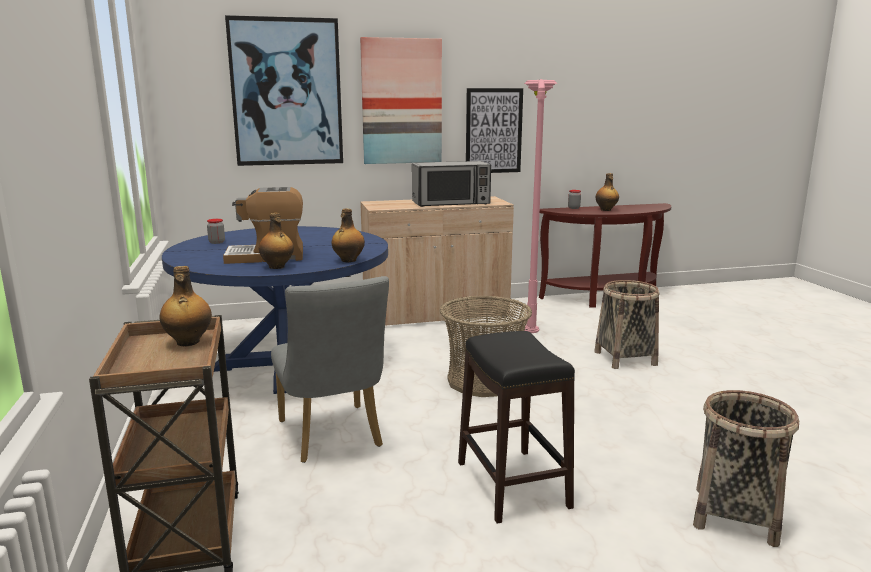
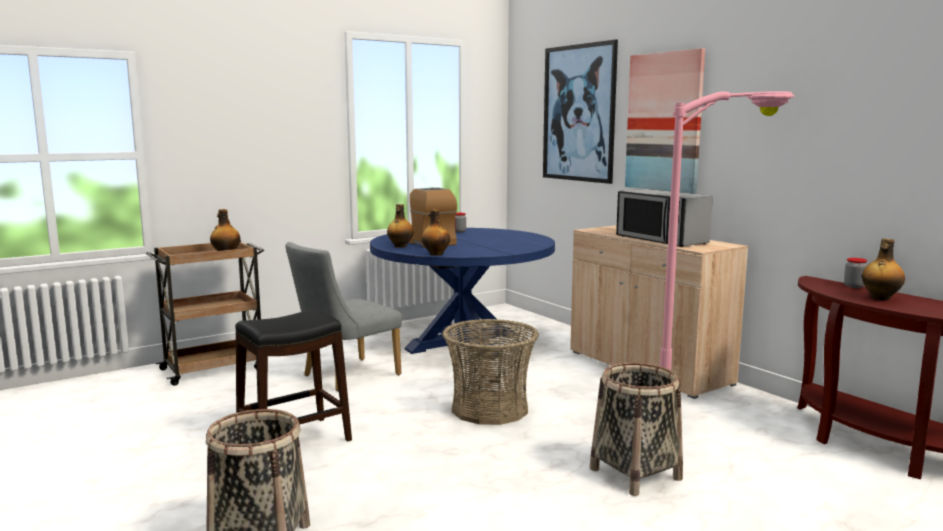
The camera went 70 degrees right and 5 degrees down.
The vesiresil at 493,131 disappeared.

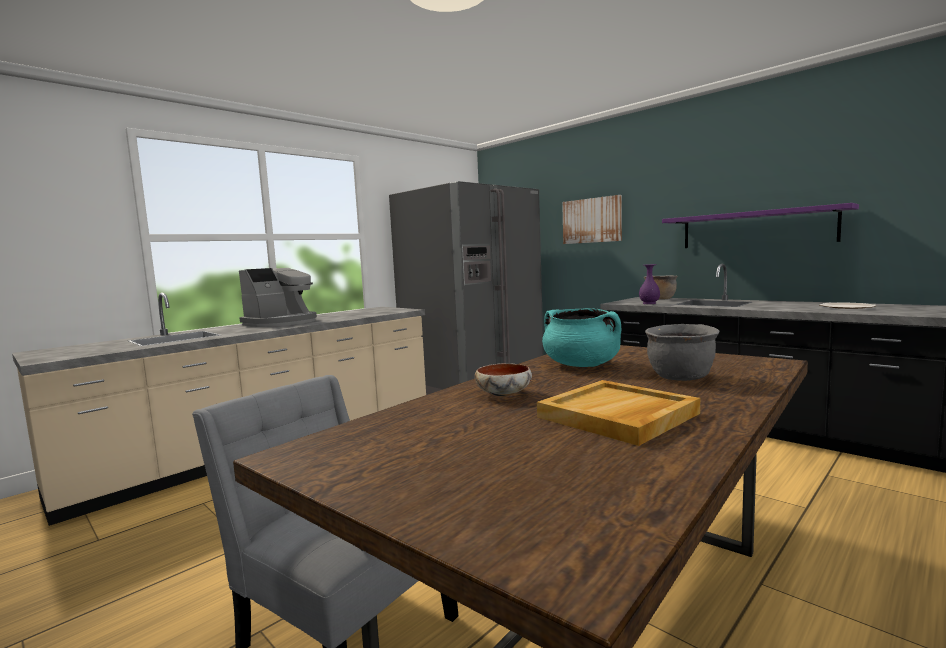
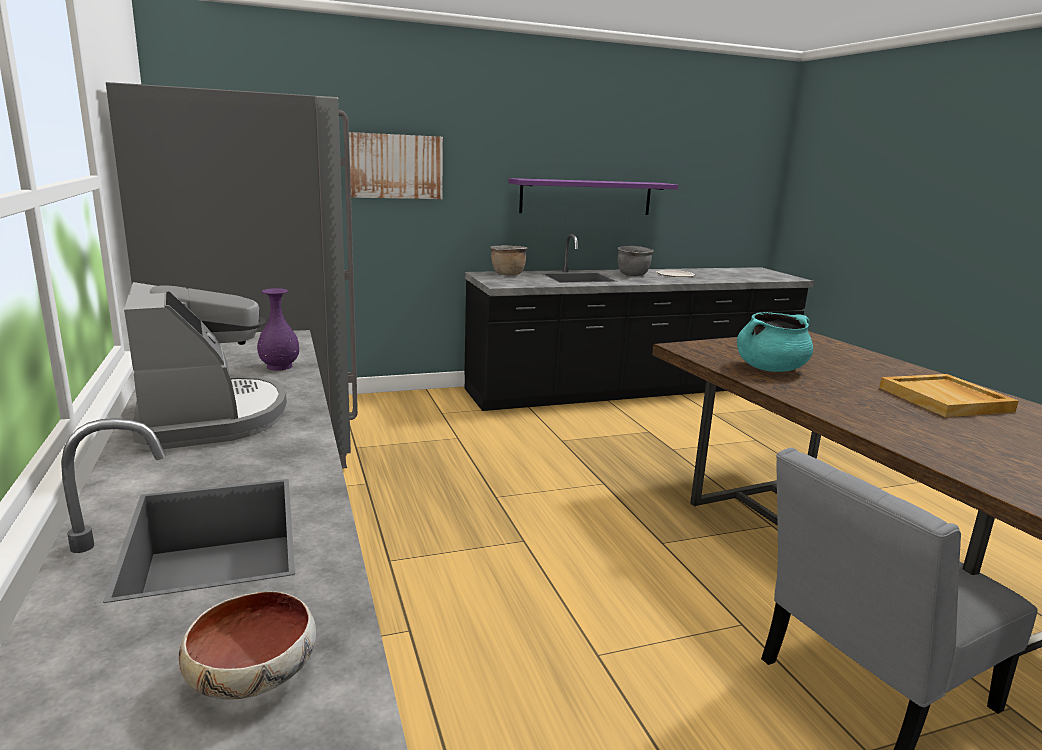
The camera went 65 degrees left and 10 degrees up.
The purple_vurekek moved from 649,303 to 280,366.
The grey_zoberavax moved from 680,378 to 633,275.
The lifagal moved from 504,394 to 253,675.

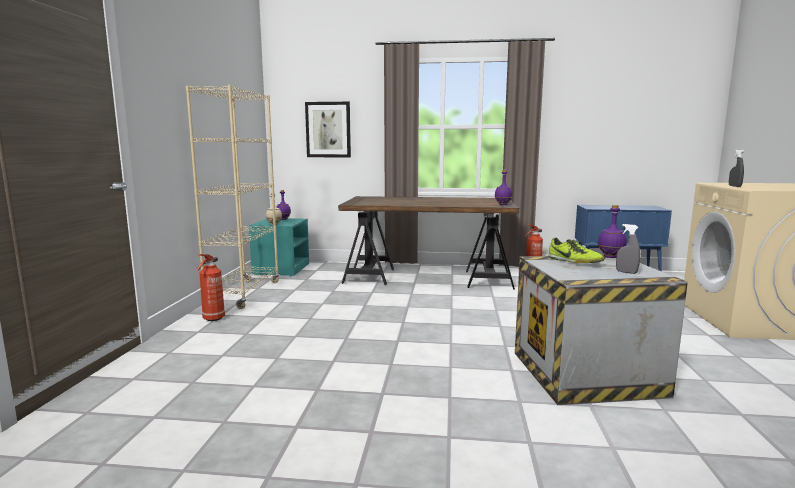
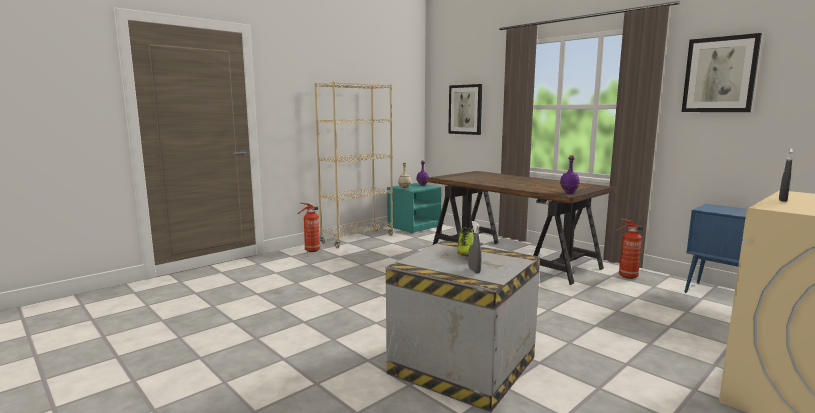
The camera went 40 degrees right and 0 degrees up.
The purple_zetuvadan at 611,257 disappeared.
The vesiresil at 720,75 appeared.

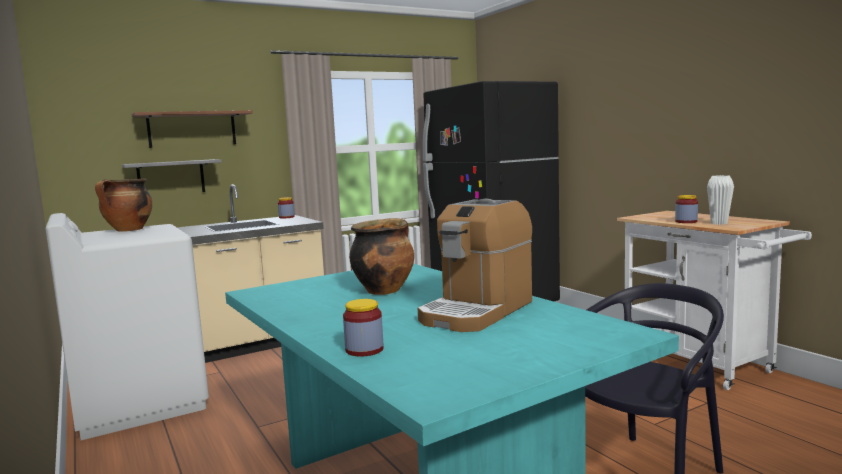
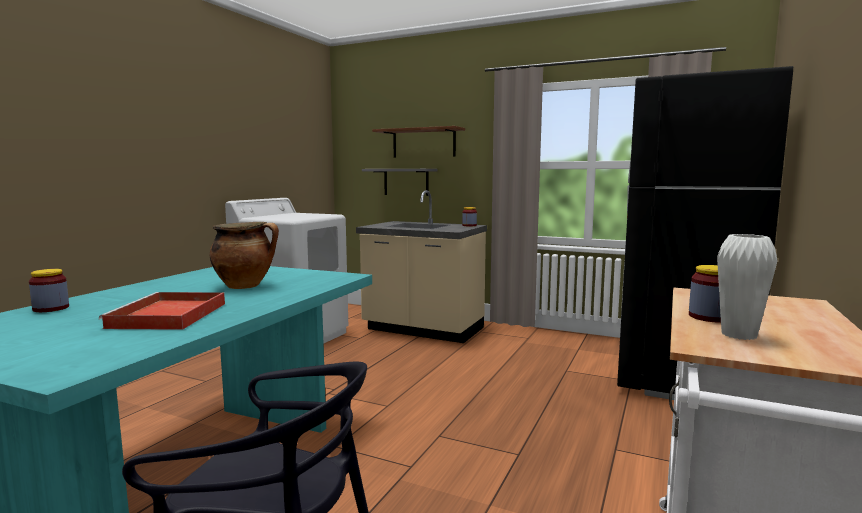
The camera went 55 degrees right and 0 degrees up.
The zoberavax at 128,230 disappeared.
The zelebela at 477,311 was replaced by the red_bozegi at 168,316.

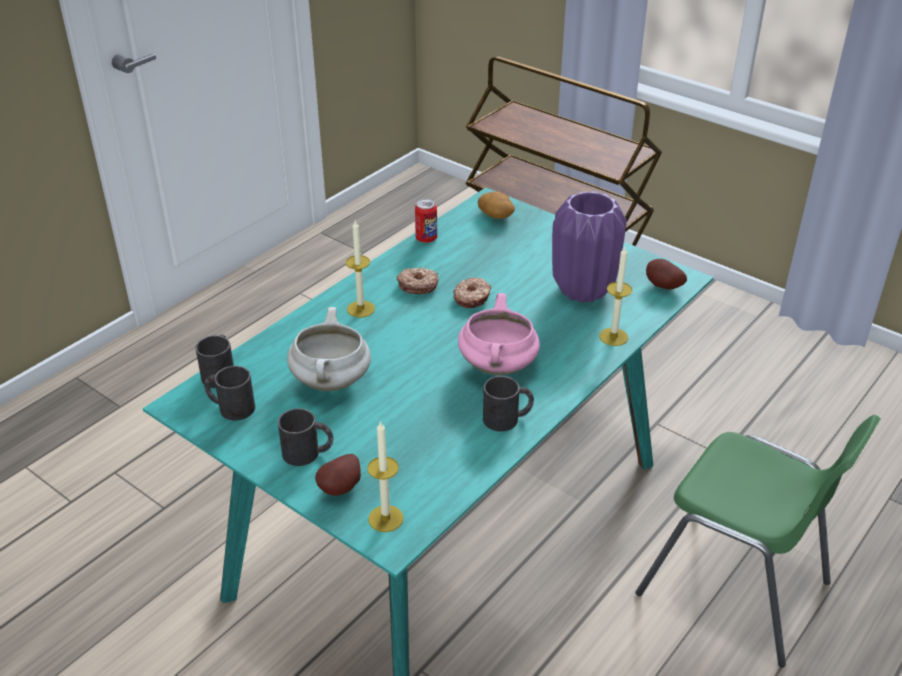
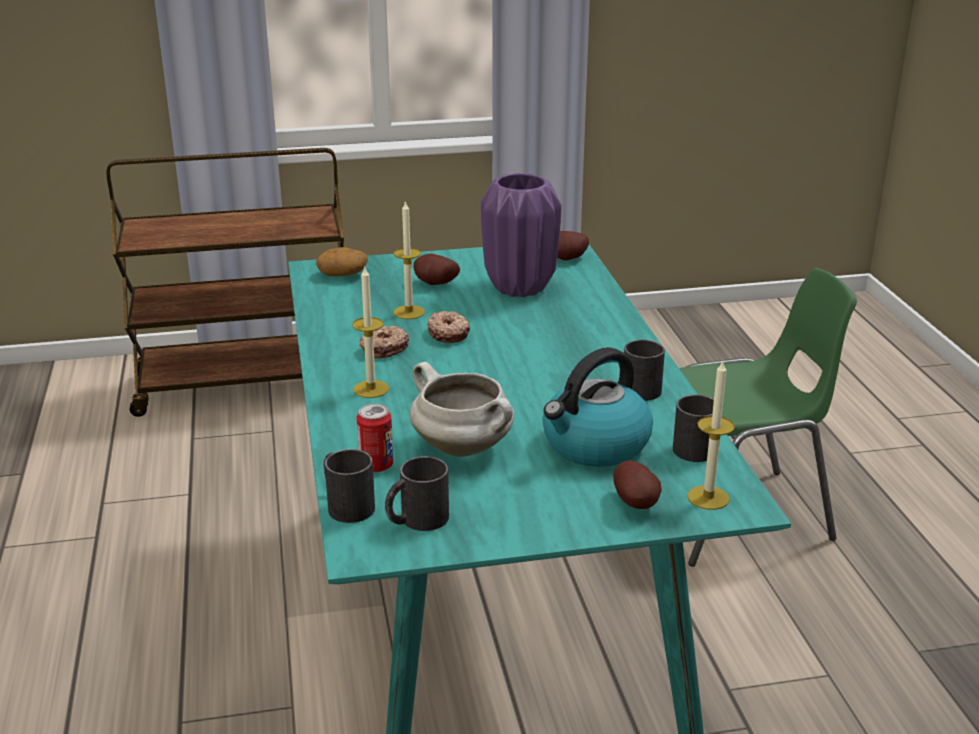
The camera went 50 degrees left and 10 degrees down.
The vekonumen moved from 426,239 to 376,466.
The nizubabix moved from 613,337 to 409,312.
The pink_zoberavax at 498,367 disappeared.
The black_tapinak moved from 308,453 to 699,446.
The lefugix at 435,284 appeared.
The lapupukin at 595,445 appeared.

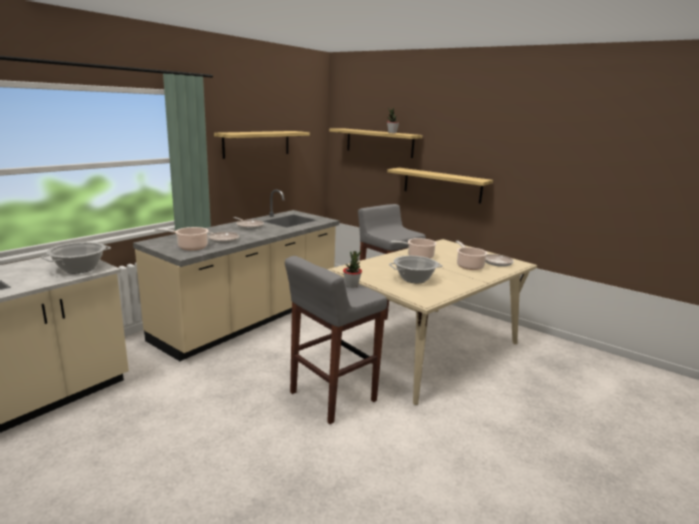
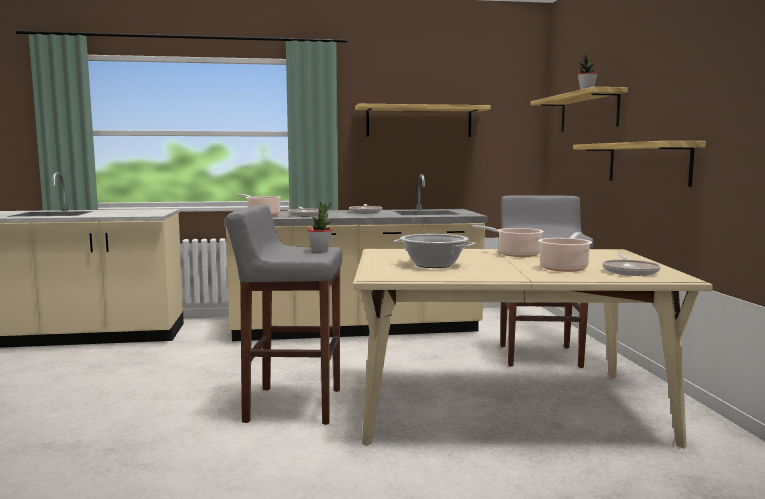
The camera went 45 degrees right and 10 degrees down.
The zoberavax at 79,268 disappeared.

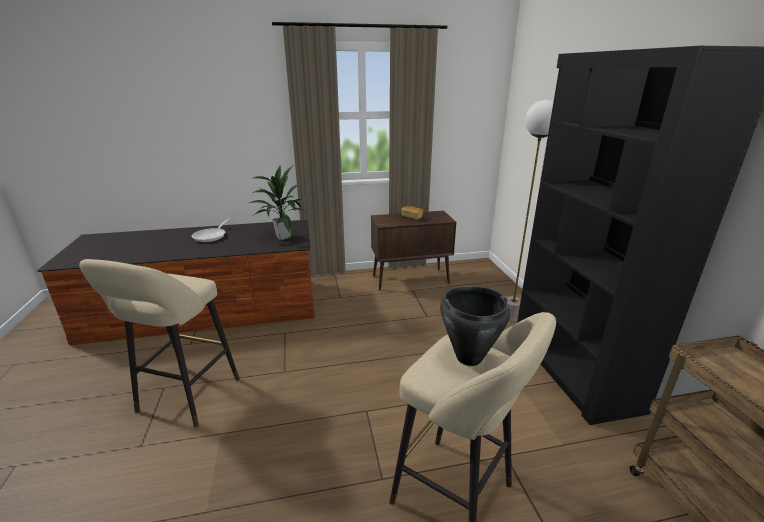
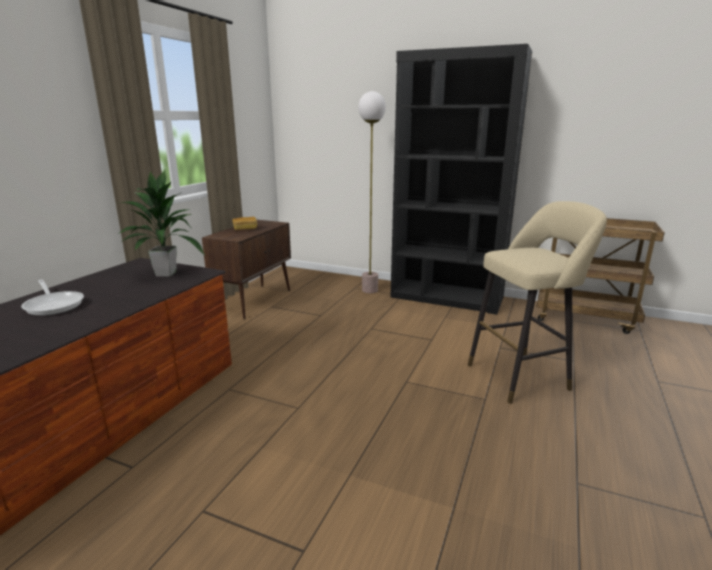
The camera went 55 degrees left and 5 degrees down.
The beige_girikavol at 185,398 disappeared.
The black_zoberavax at 468,357 disappeared.

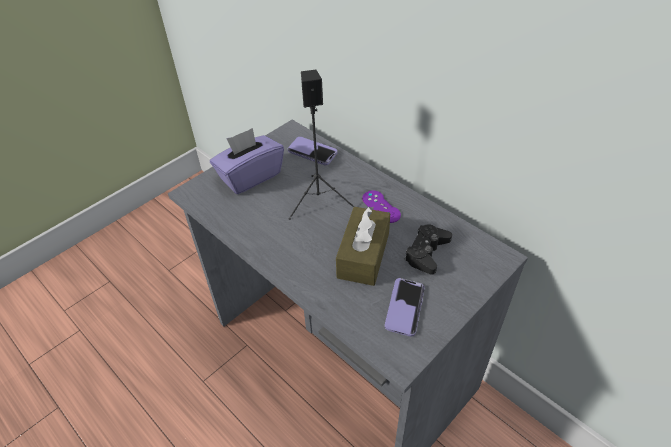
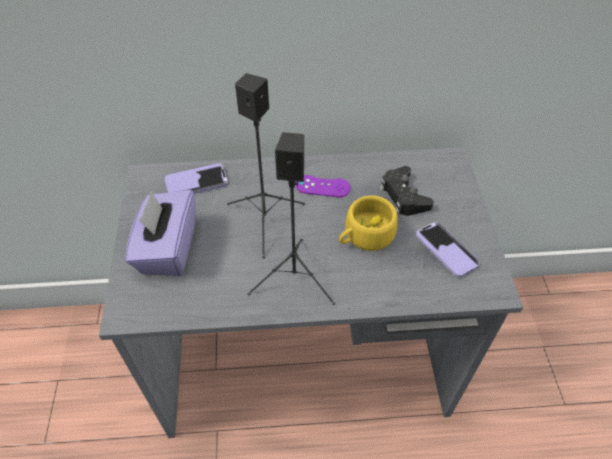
The camera went 50 degrees left and 5 degrees up.
The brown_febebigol at 363,255 was replaced by the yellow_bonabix at 364,236.
The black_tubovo at 295,278 appeared.

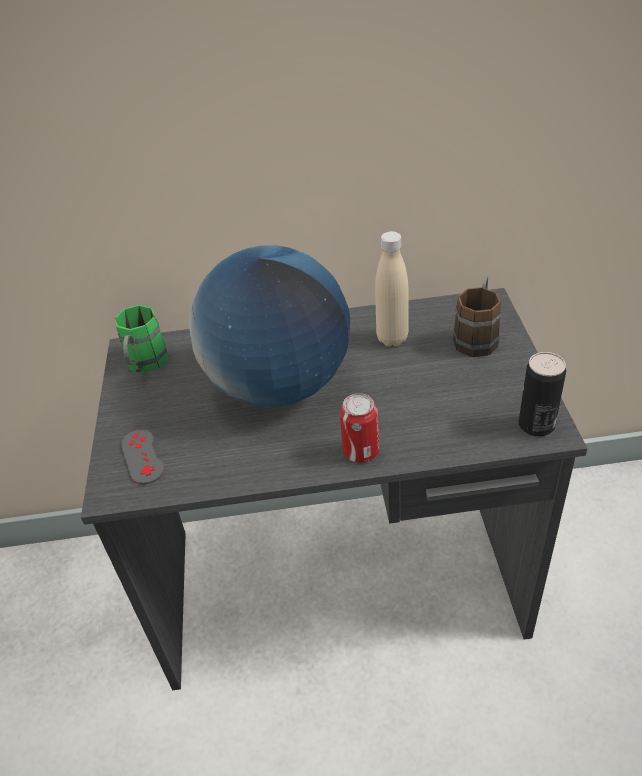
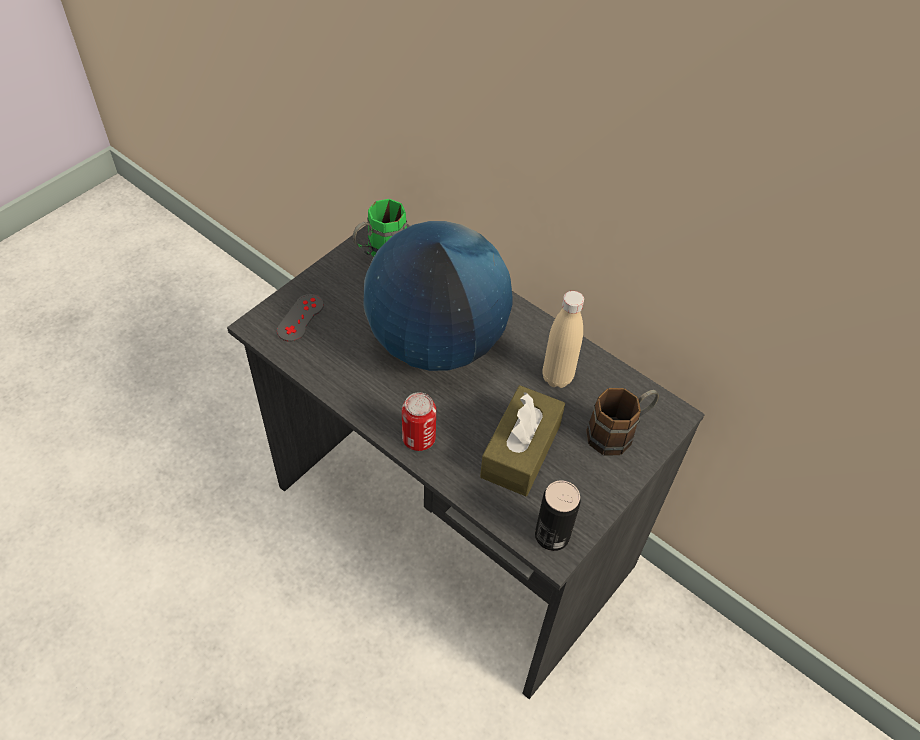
The camera went 40 degrees right and 10 degrees up.
The brown_febebigol at 521,451 appeared.

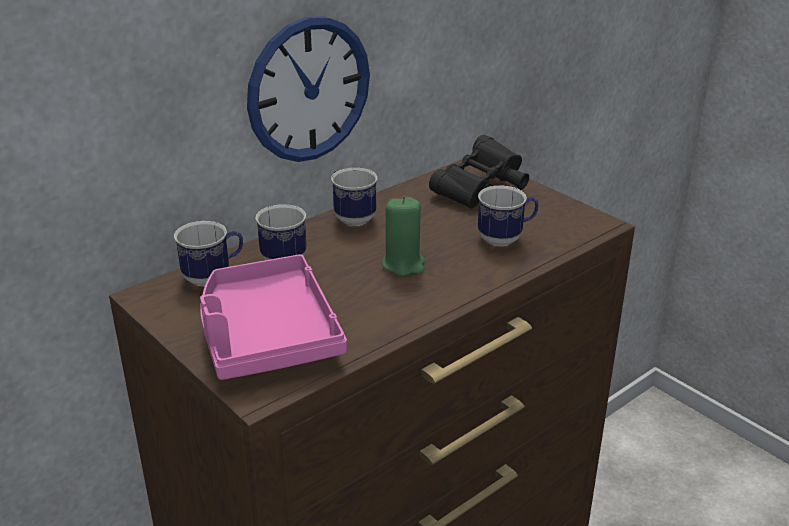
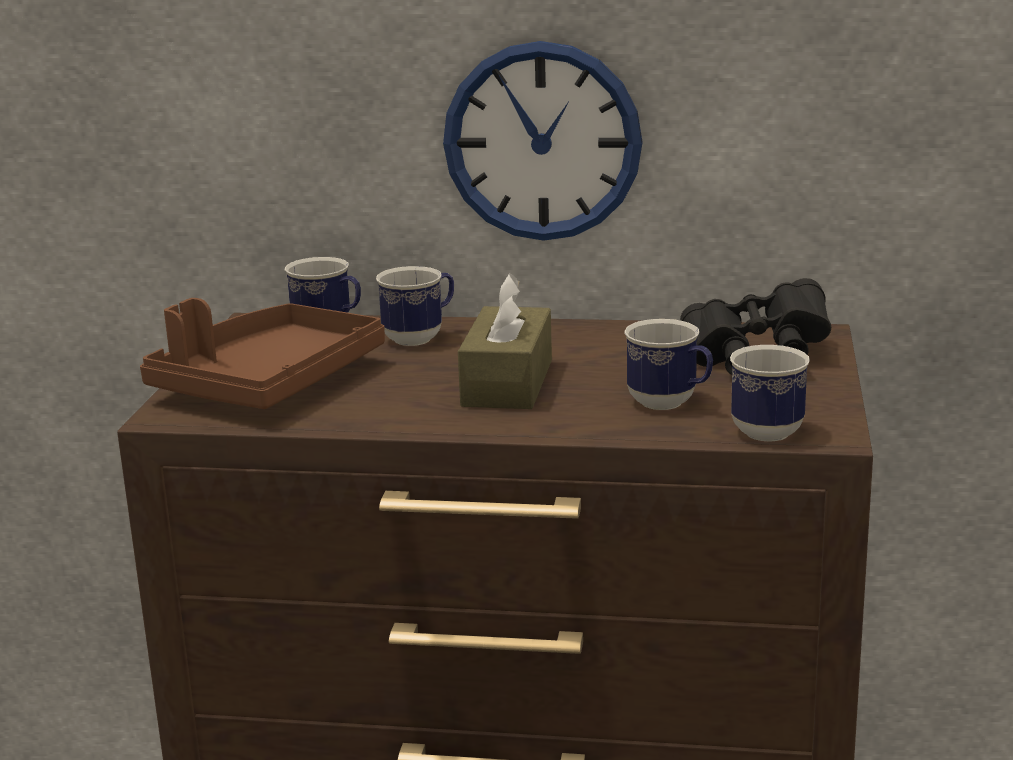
The camera went 50 degrees right and 10 degrees down.
The tapinak moved from 351,217 to 767,428.
The green_nizubabix at 403,264 was replaced by the brown_febebigol at 507,383.
The pink_bozegi at 266,335 became the brown_bozegi at 267,383.

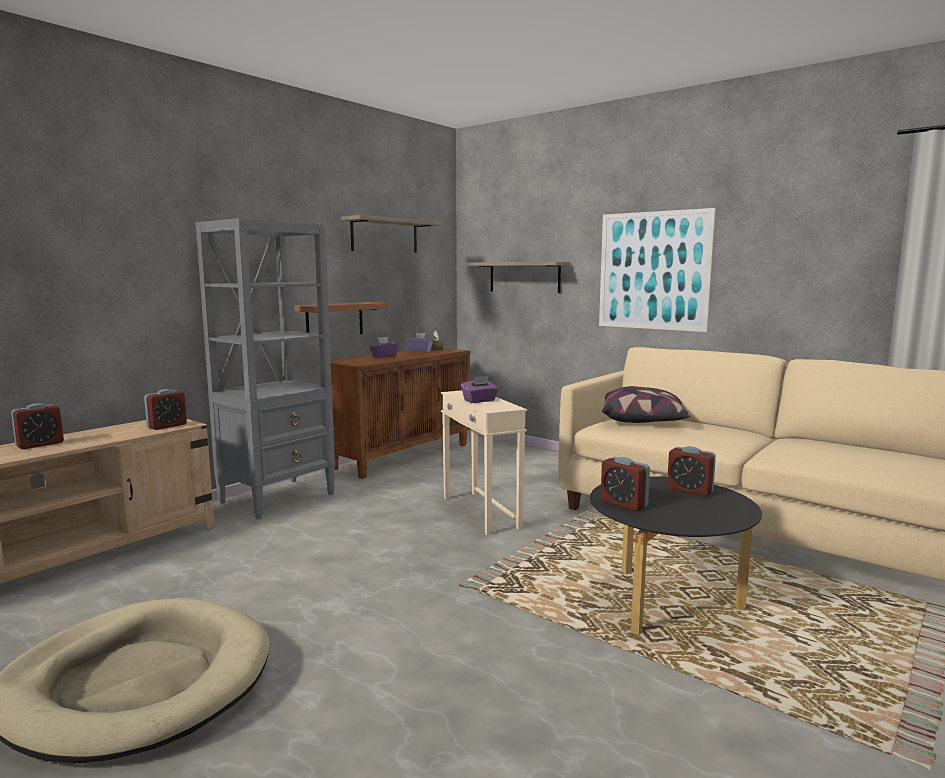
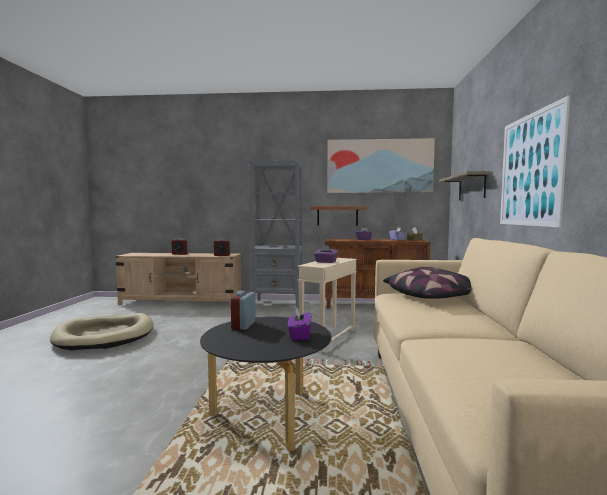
The camera went 55 degrees right and 5 degrees down.
The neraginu at 385,236 was replaced by the vesiresil at 379,166.
The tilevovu at 689,490 was replaced by the purple_febebigol at 299,335.

